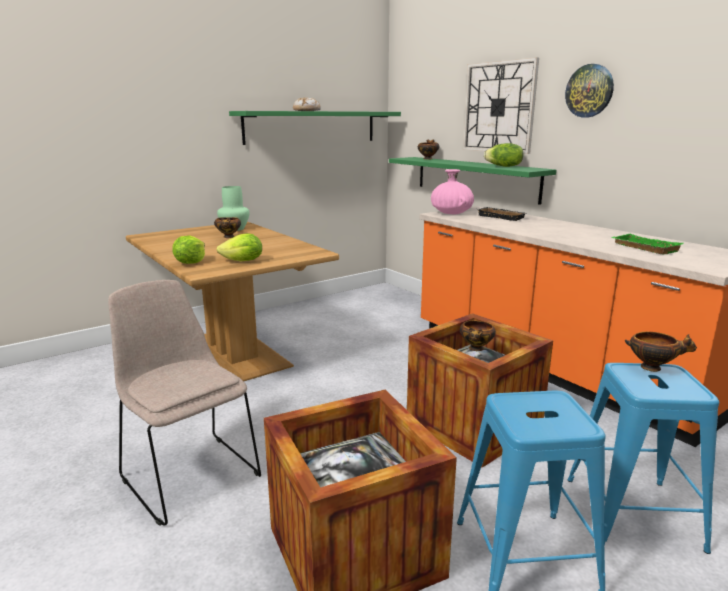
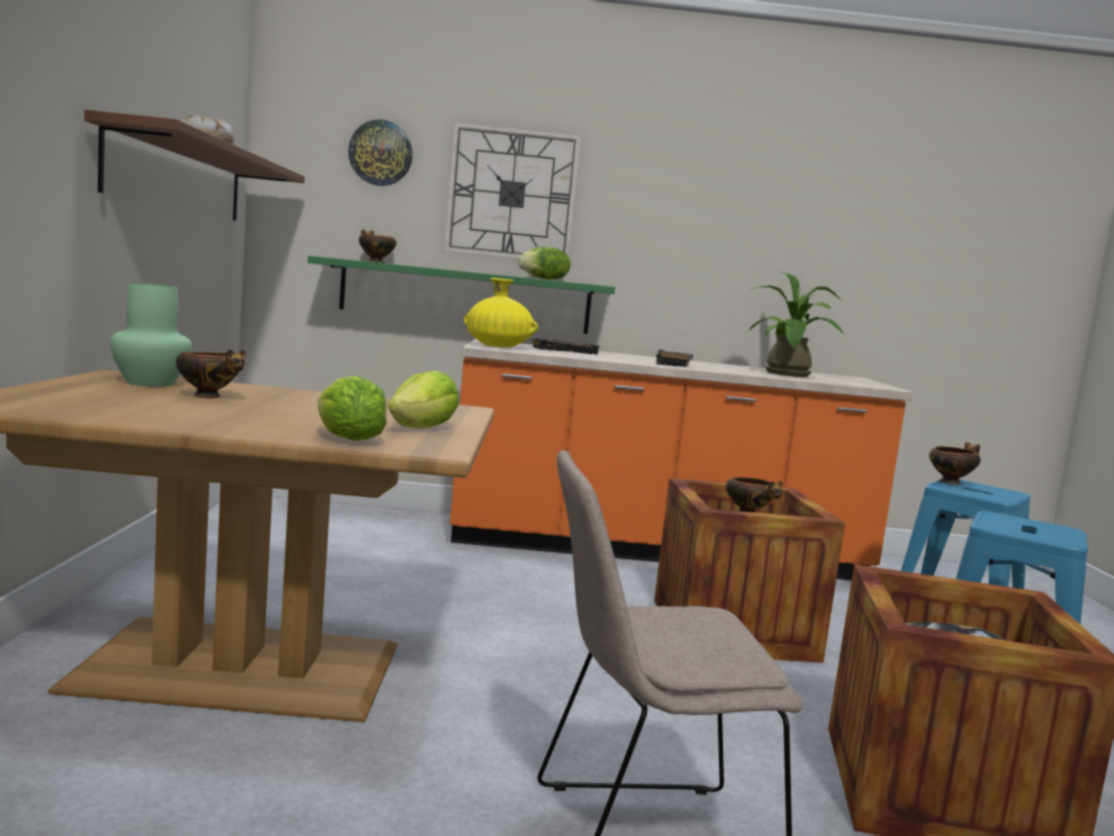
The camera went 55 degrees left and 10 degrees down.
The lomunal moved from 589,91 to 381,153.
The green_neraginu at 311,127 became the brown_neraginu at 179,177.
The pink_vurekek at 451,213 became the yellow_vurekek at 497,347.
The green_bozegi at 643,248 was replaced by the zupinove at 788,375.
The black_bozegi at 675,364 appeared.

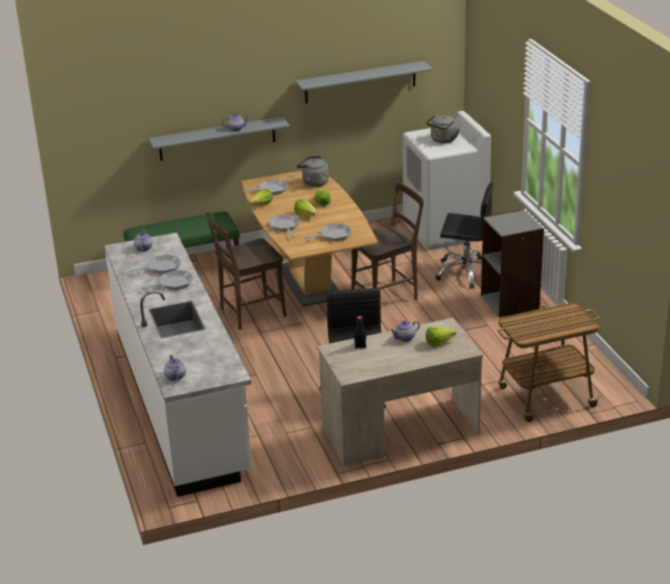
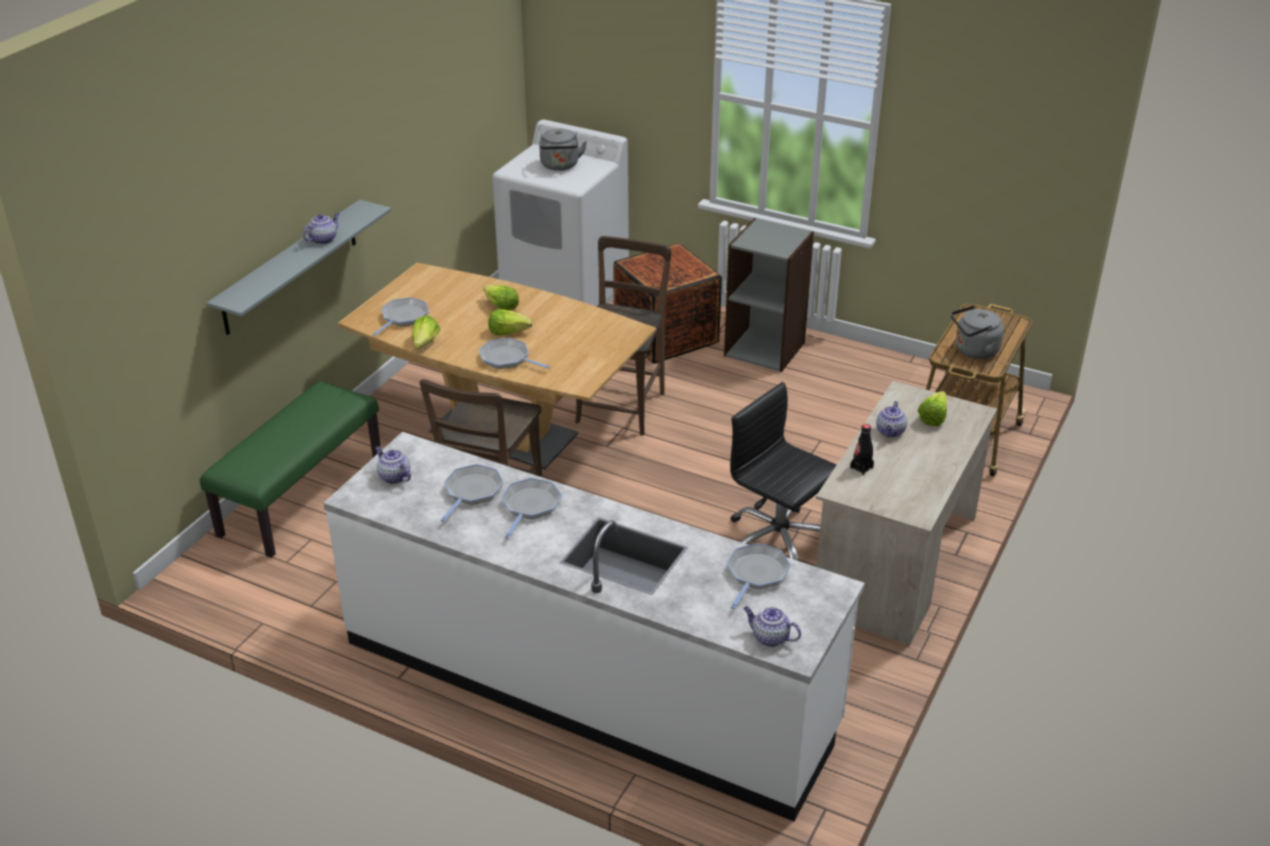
The camera went 45 degrees left and 5 degrees up.
The grey_neraginu at 360,82 disappeared.
The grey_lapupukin moved from 313,182 to 974,351.
The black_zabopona at 466,272 was replaced by the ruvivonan at 666,335.
The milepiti moved from 334,235 to 756,574.

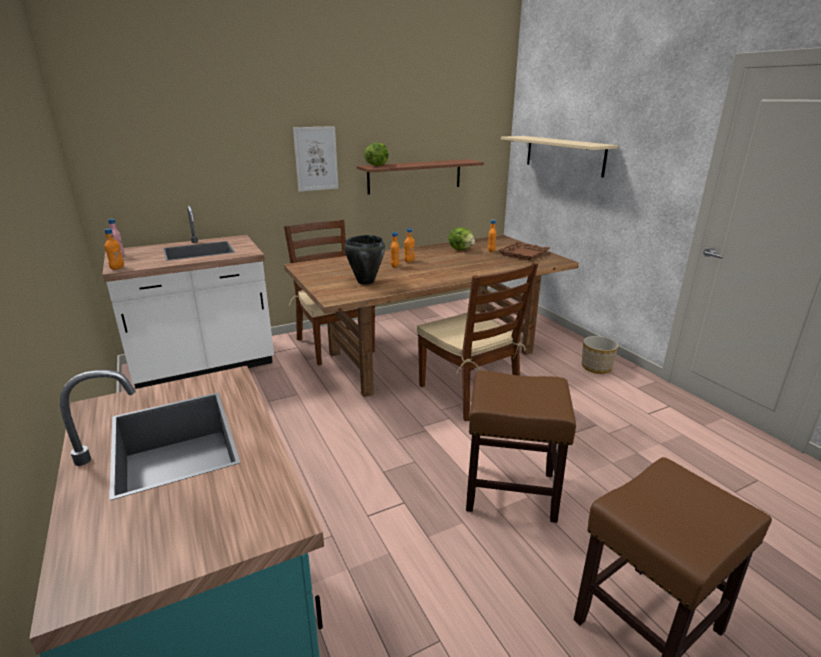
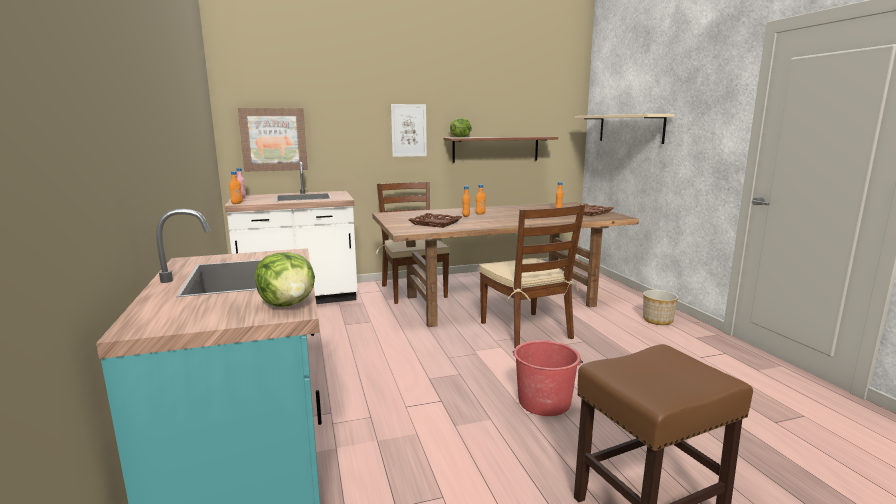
The camera went 10 degrees right and 10 degrees down.
The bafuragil moved from 461,249 to 288,304.
The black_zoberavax at 365,282 was replaced by the brown_bozegi at 435,223.
The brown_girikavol at 512,491 was replaced by the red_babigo at 544,402.
The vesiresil at 274,139 appeared.

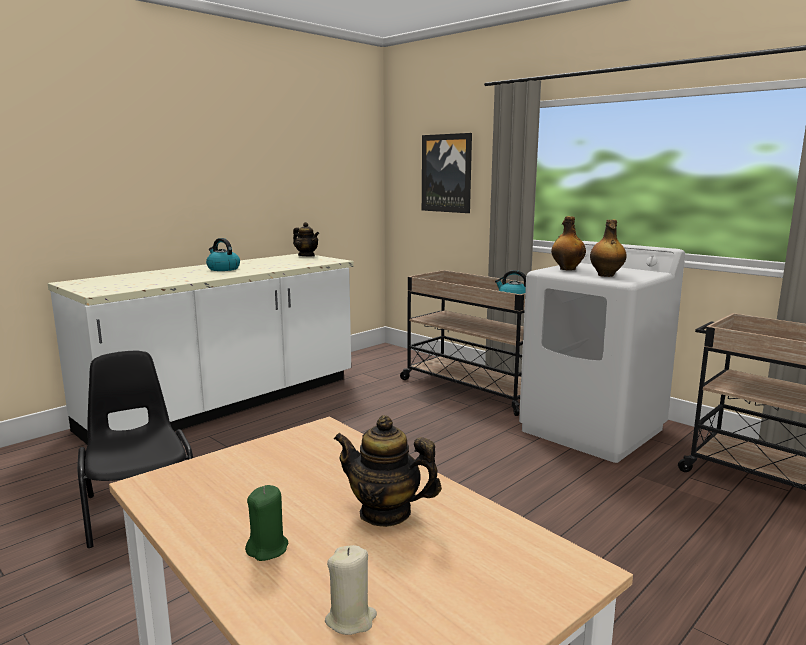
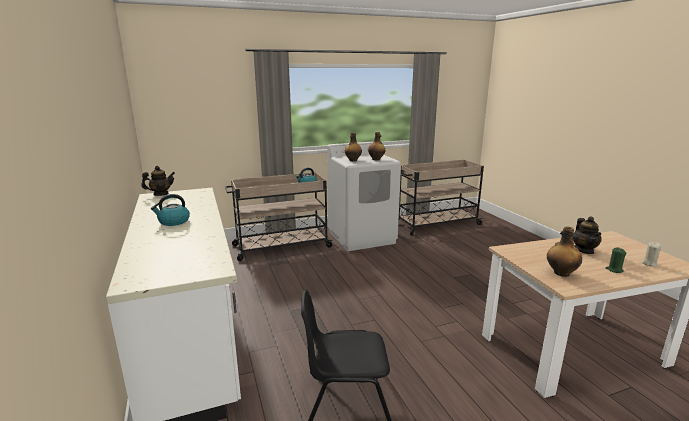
The camera went 65 degrees left and 5 degrees up.
The vesiresil at 447,173 disappeared.
The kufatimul at 385,512 turned 45 degrees counterclockwise.
The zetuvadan at 560,273 appeared.

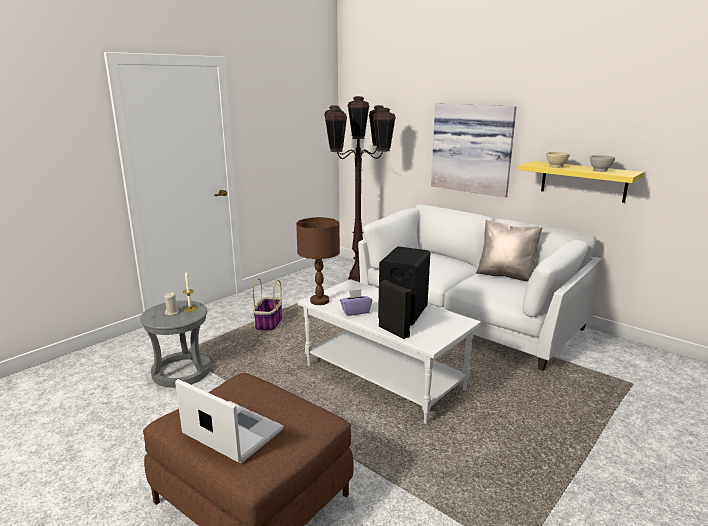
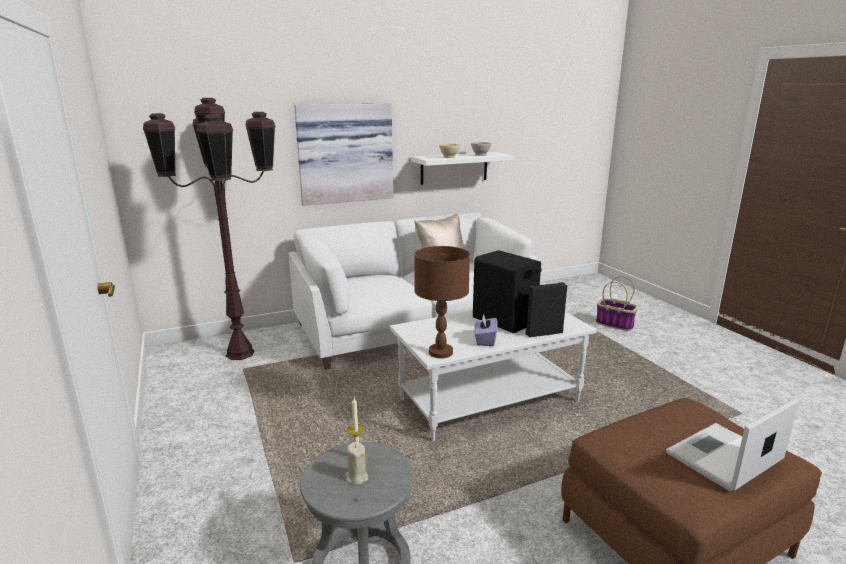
The camera went 65 degrees left and 0 degrees up.
The yellow_neraginu at 583,181 became the white_neraginu at 454,168.
The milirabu moved from 269,324 to 615,324.

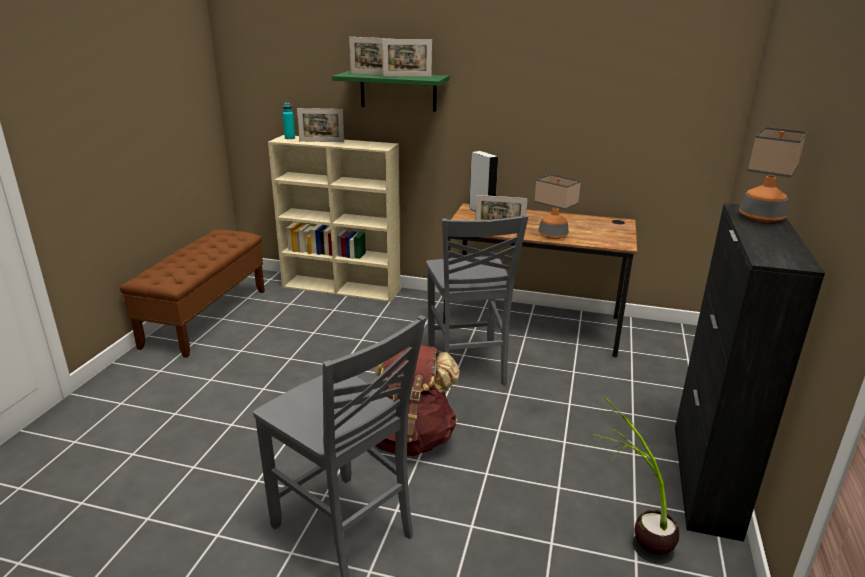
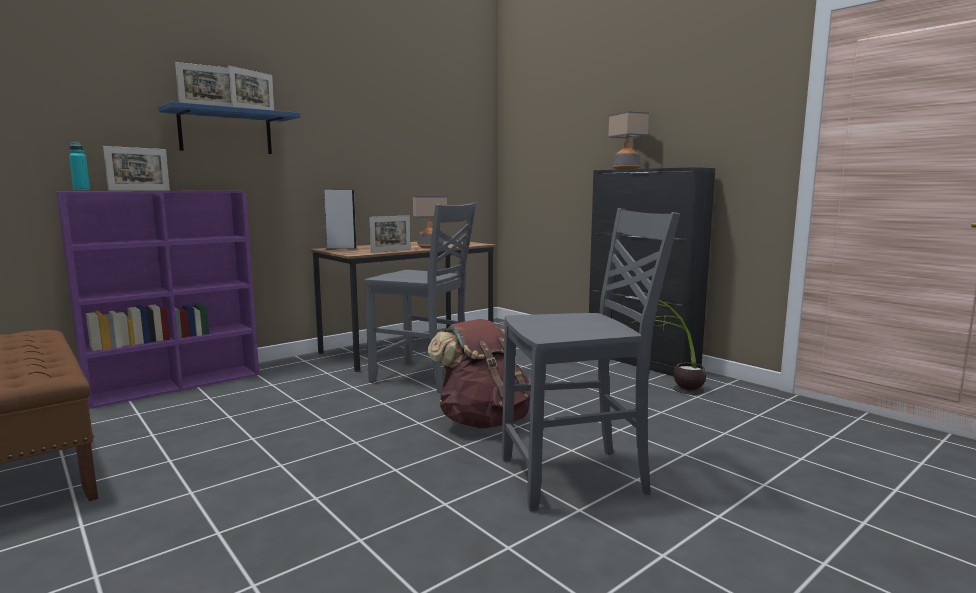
The camera went 55 degrees left and 15 degrees down.
The green_neraginu at 398,91 became the blue_neraginu at 226,132.
The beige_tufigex at 342,288 became the purple_tufigex at 178,384.

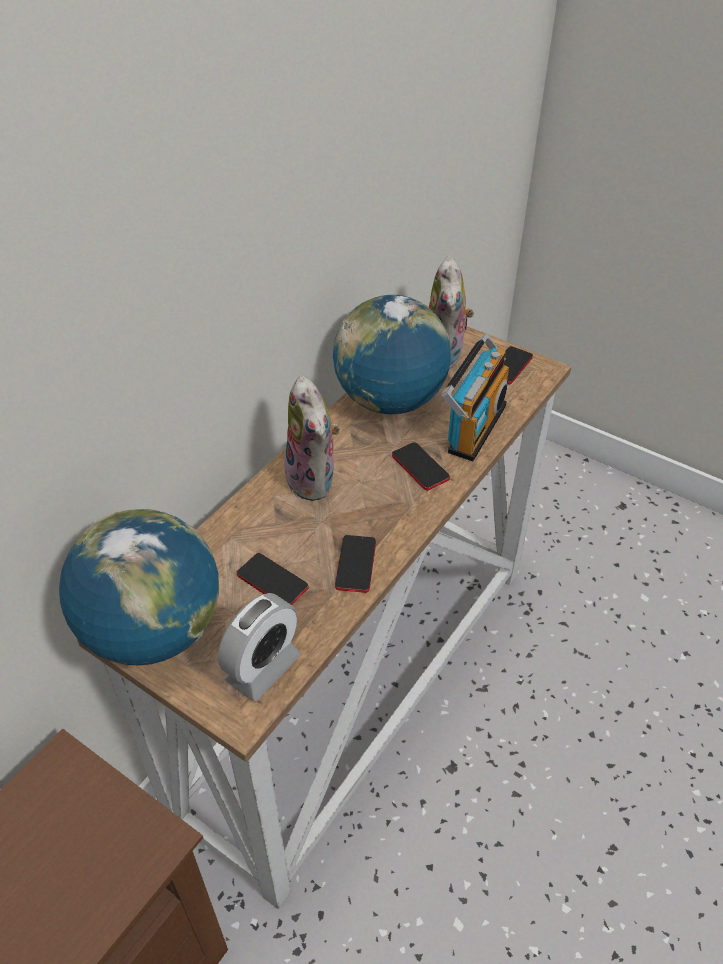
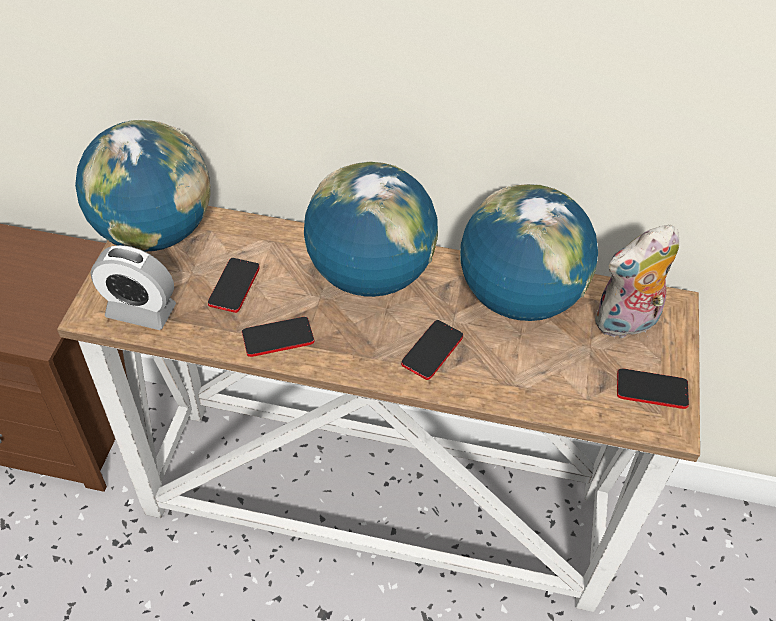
The camera went 65 degrees right and 5 degrees up.
The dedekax at 472,427 disappeared.
The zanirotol at 315,480 was replaced by the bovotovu at 369,275.

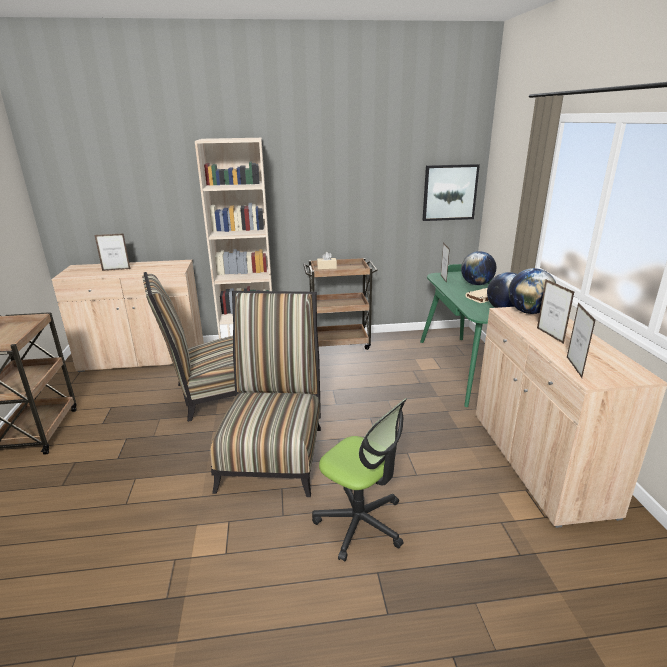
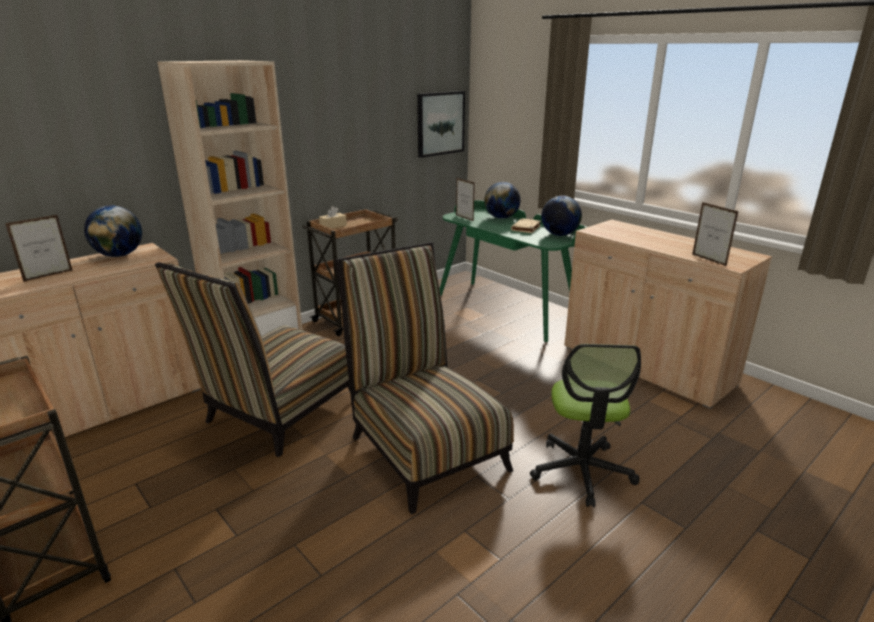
The camera went 35 degrees left and 0 degrees up.
The bovotovu moved from 529,312 to 119,255.
The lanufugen at 549,335 disappeared.
The zabopona at 360,523 turned 90 degrees clockwise.

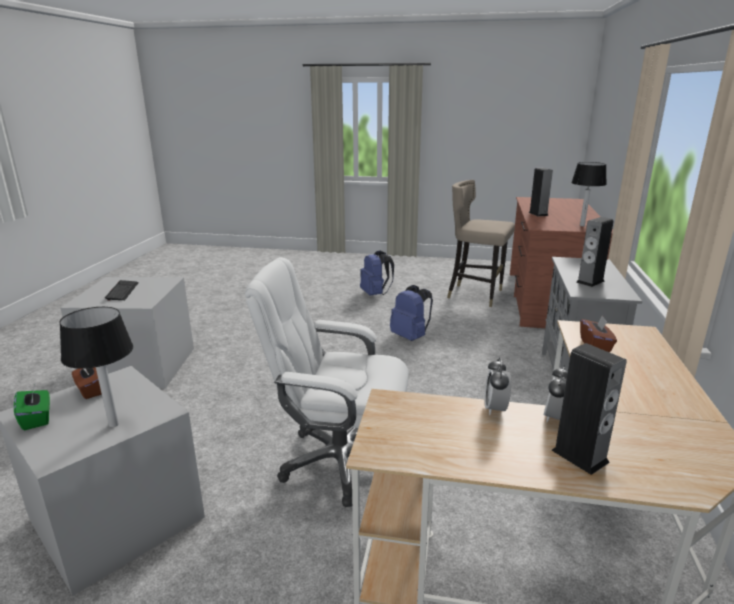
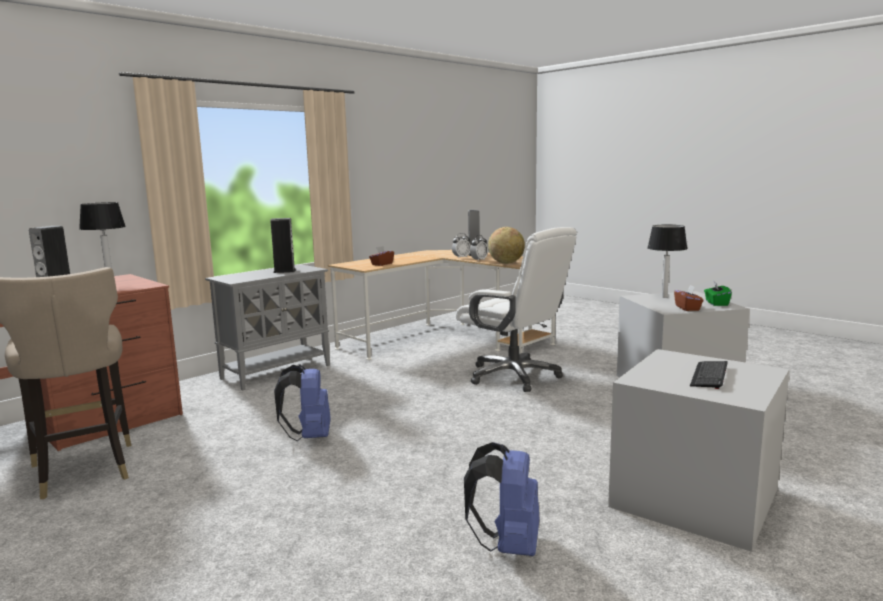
The camera went 145 degrees left and 10 degrees down.
The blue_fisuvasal moved from 375,294 to 507,545.
The bovotovu at 506,263 appeared.

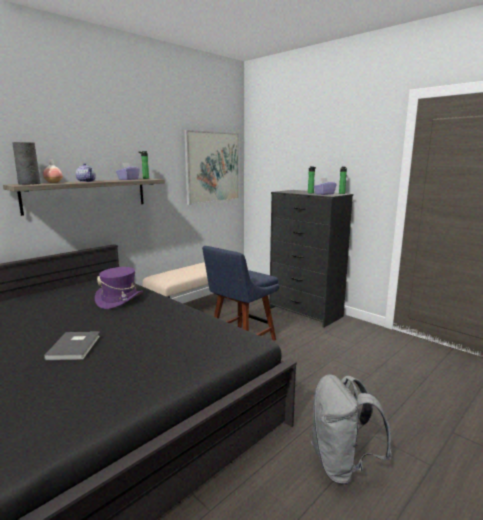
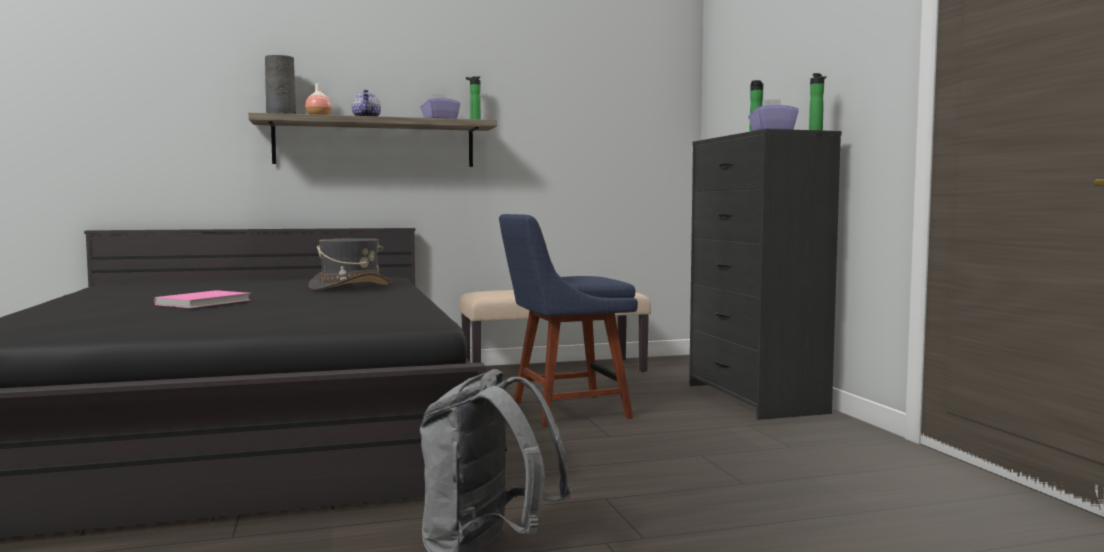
The camera went 30 degrees right and 10 degrees down.
The vesiresil at 212,167 disappeared.
The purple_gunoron at 119,300 became the grey_gunoron at 350,287.
The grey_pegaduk at 75,347 became the pink_pegaduk at 206,302.

